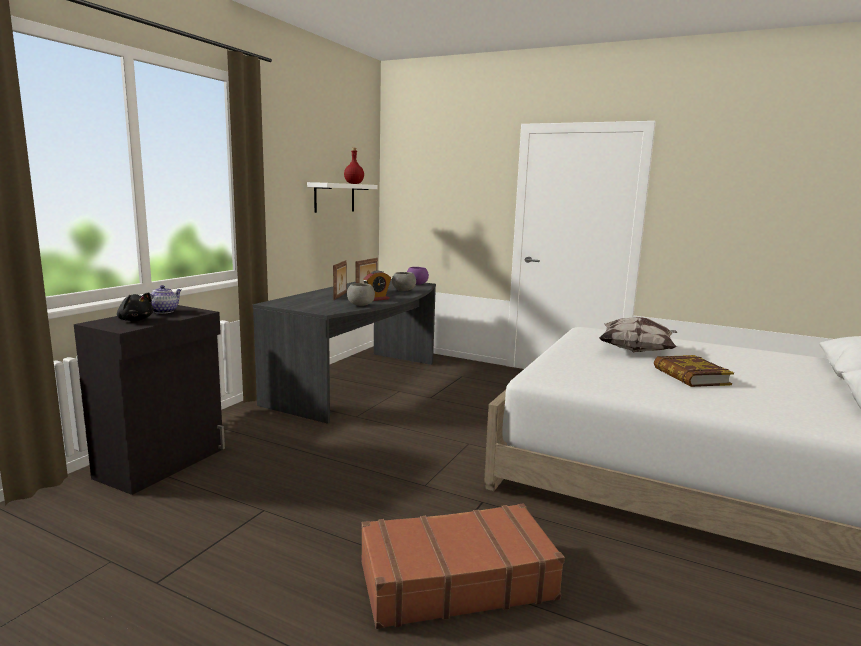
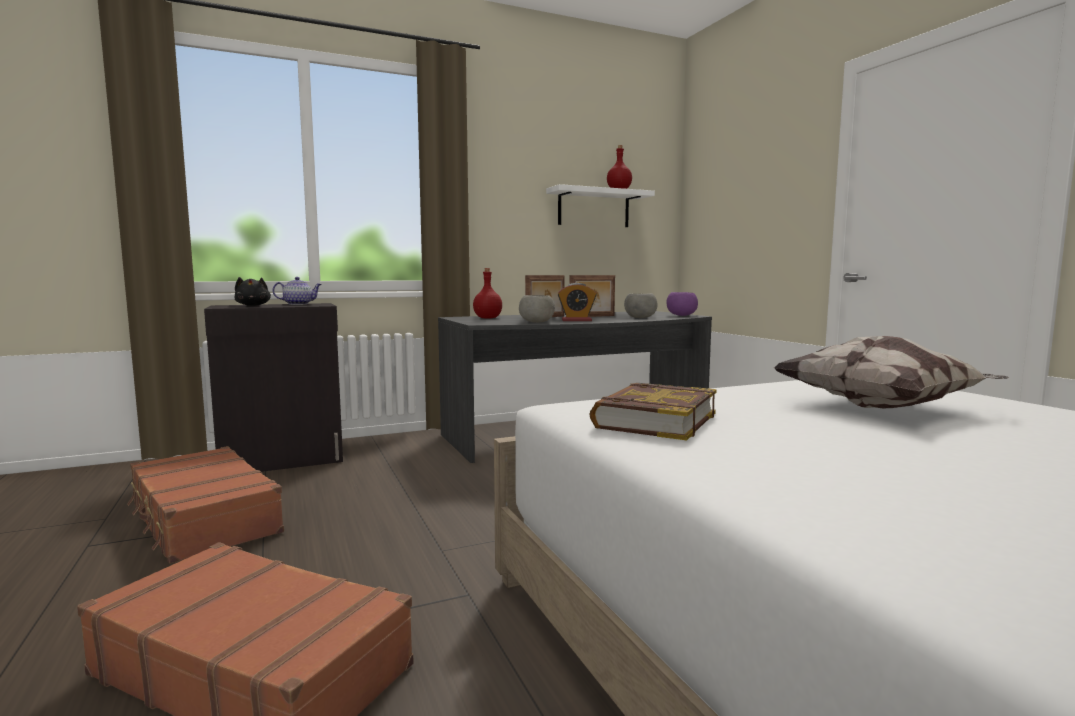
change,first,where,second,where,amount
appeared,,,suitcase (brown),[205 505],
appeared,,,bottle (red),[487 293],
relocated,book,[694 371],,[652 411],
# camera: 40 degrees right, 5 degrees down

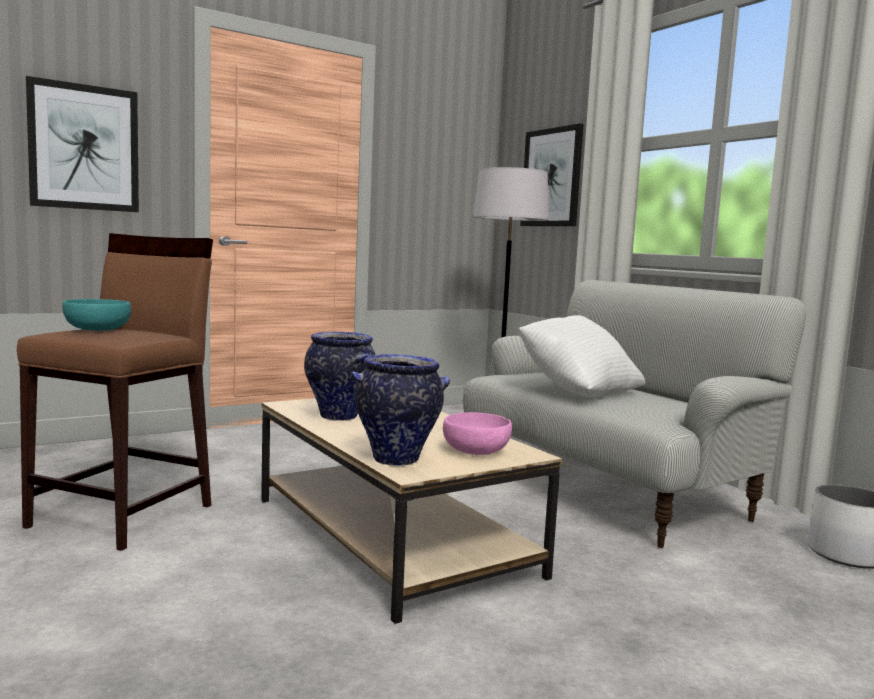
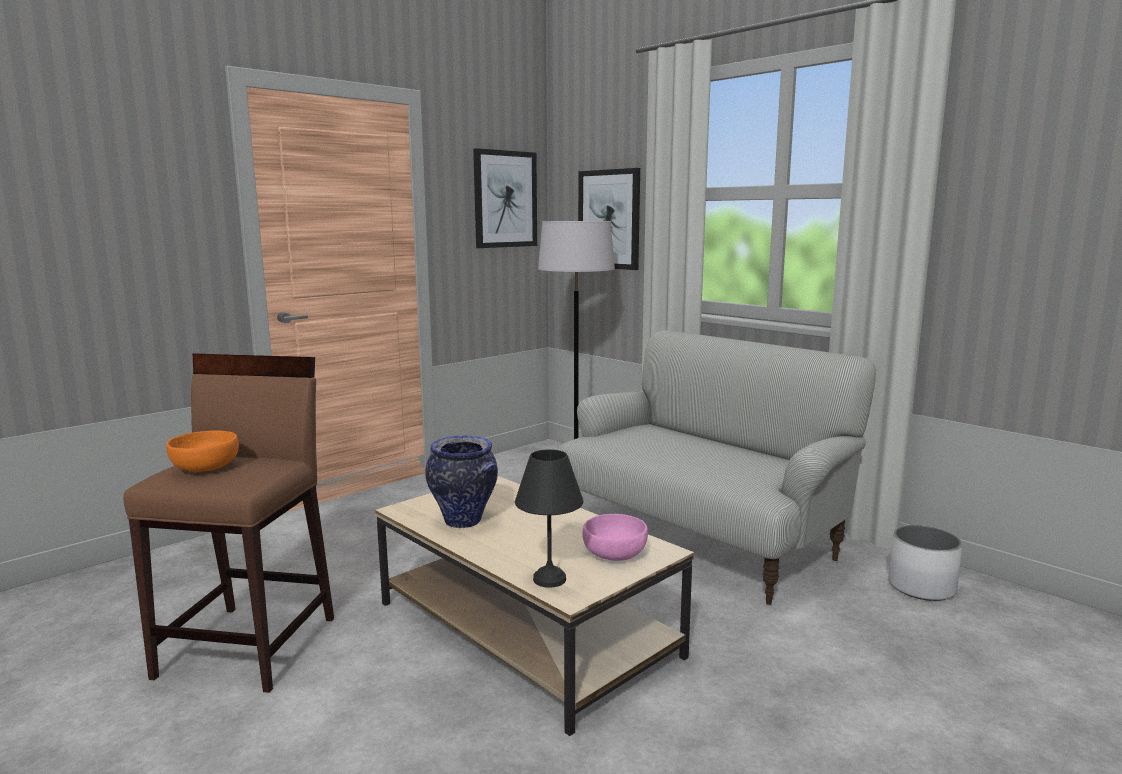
change,first,where,second,where,amount
colour,bowl (turquoise),[96 315],bowl (orange),[202 451],
relocated,picture,[82 144],,[505 198],
exchanged,vase,[400 410],table lamp (black),[549 518],
missing,pillow (white),[582 356],,,
# camera: 10 degrees left, 5 degrees up

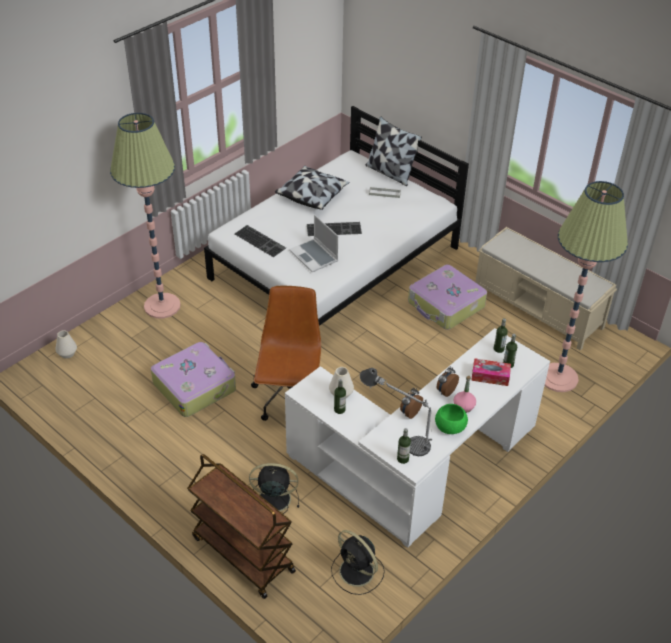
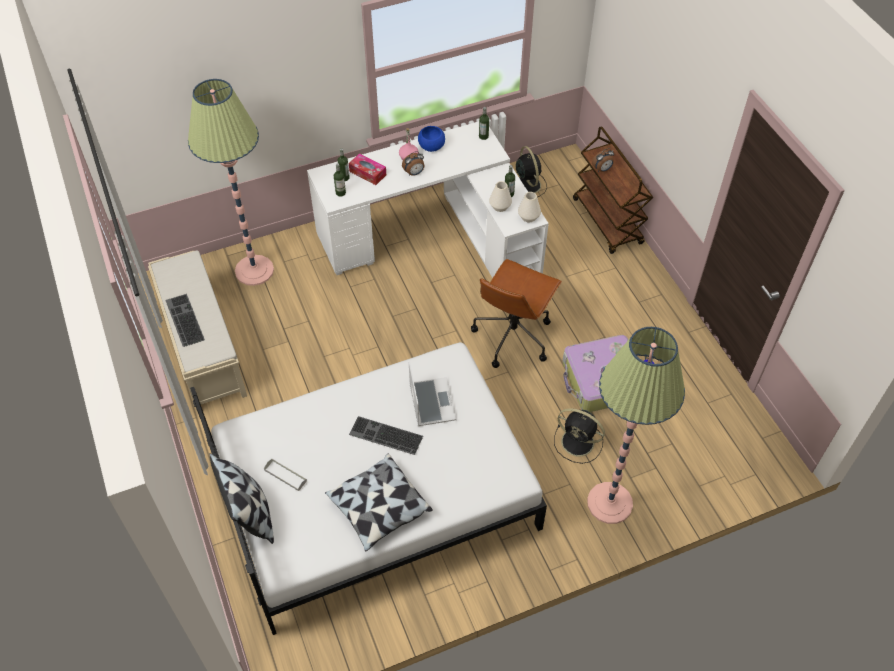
change,first,where,second,where,amount
relocated,keyboard,[260 241],,[185 320],
colour,bowl (green),[451 419],bowl (blue),[431 139],
relocated,vase (white),[66 344],,[529 207],
relocated,fan (black),[274 488],,[579 436],
relocated,alarm clock,[411 403],,[603 160],
missing,table lamp,[396 412],,,
missing,suitcase,[447 297],,,
# camera: 155 degrees left, 10 degrees up

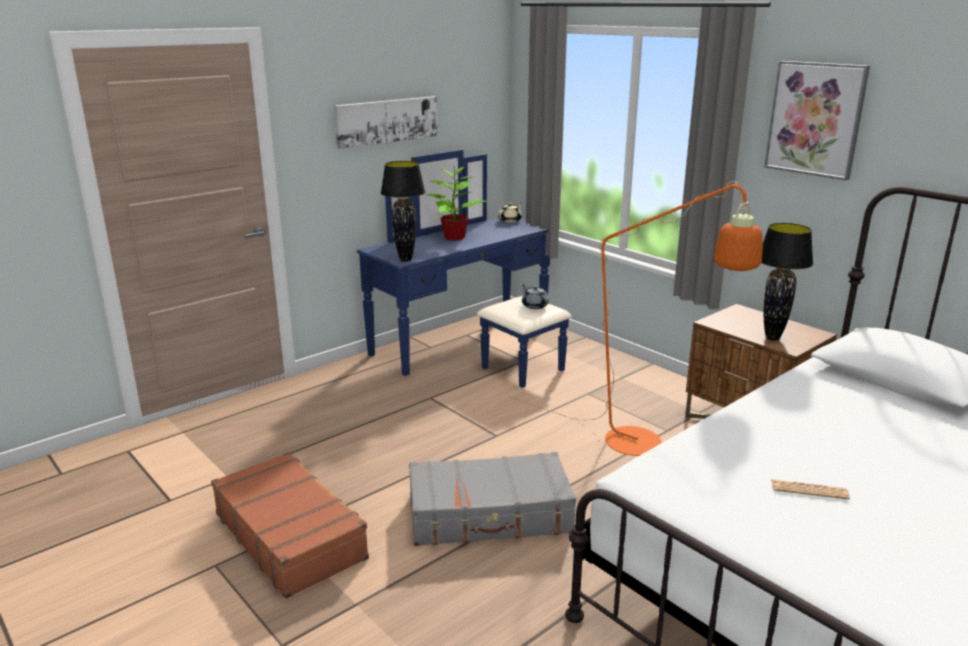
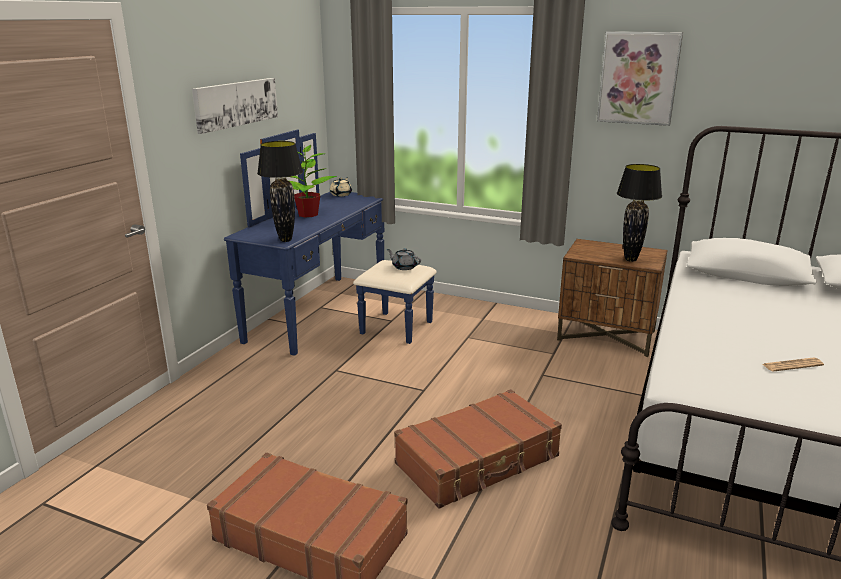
change,first,where,second,where,amount
colour,suitcase (grey),[492 499],suitcase (brown),[478 449],
missing,floor lamp (orange),[635 318],,,
# camera: 25 degrees left, 0 degrees up

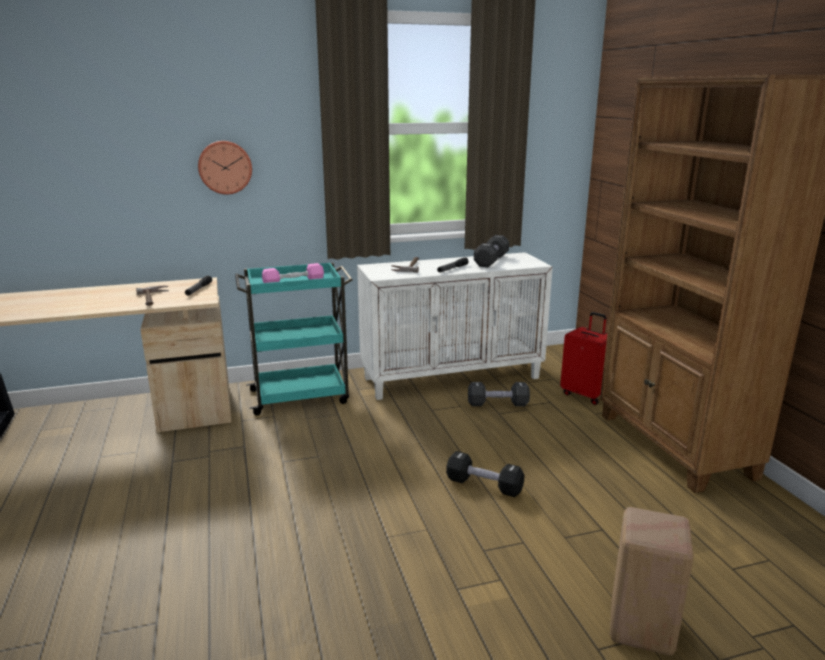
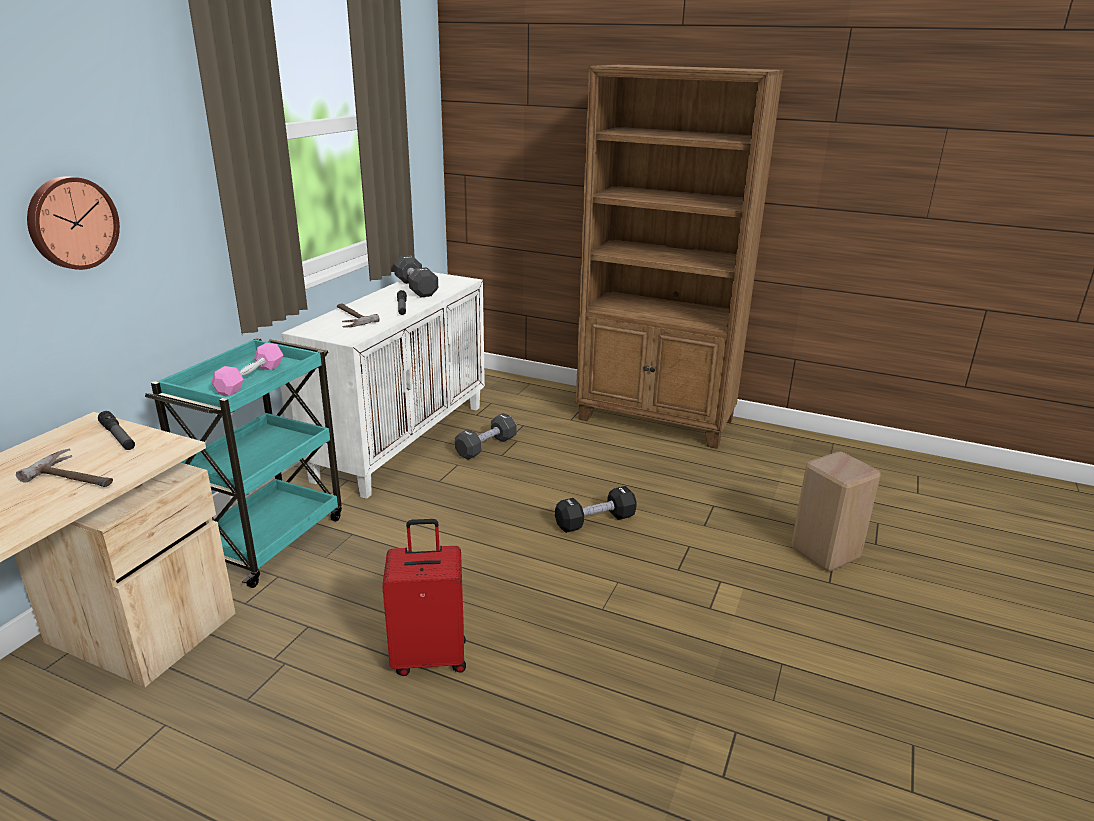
change,first,where,second,where,amount
relocated,suitcase (red),[583 358],,[424 597],
# camera: 50 degrees left, 5 degrees up

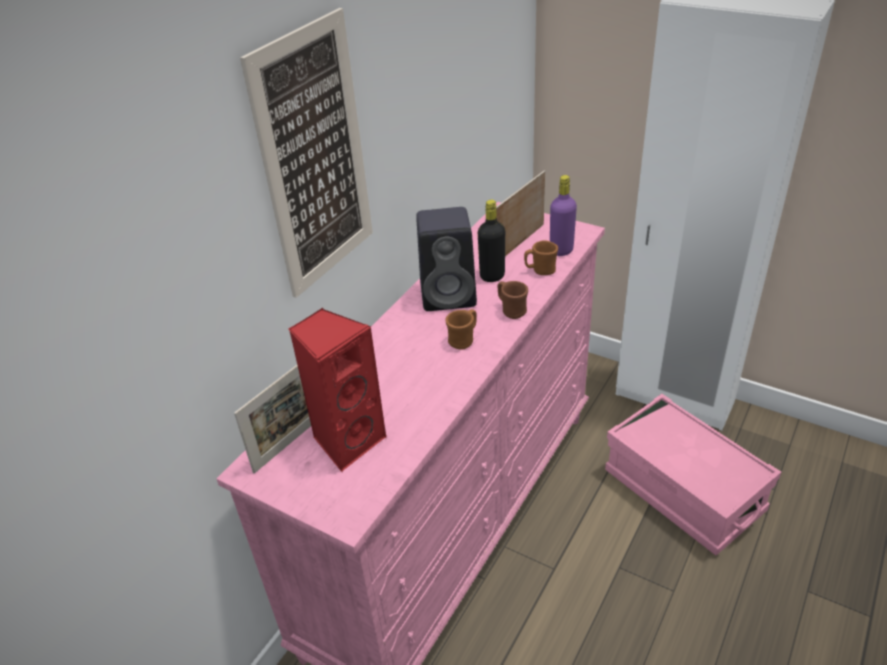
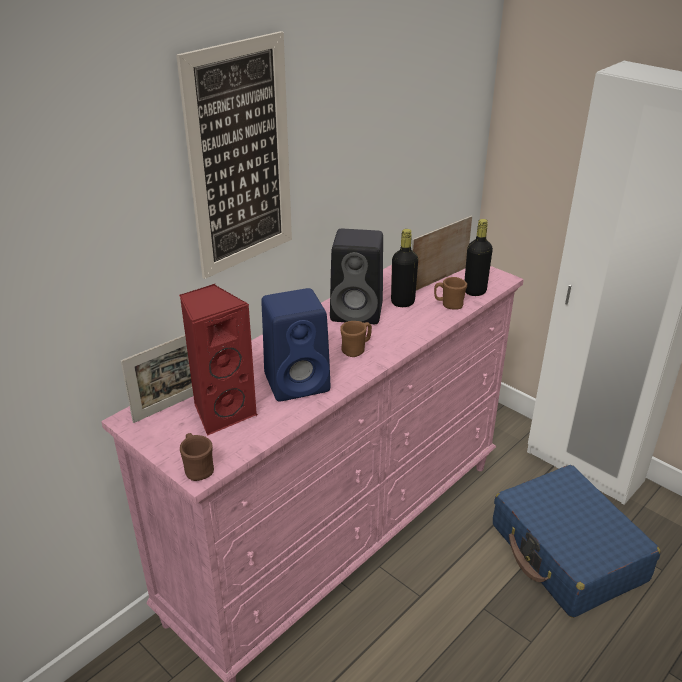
change,first,where,second,where,amount
relocated,mug (brown),[513 300],,[197 457],
appeared,,,speaker (blue),[296 345],
colour,bottle (purple),[563 215],bottle (black),[479 257],
exchanged,storage box (pink),[693 474],suitcase (blue),[577 541],
# camera: 10 degrees right, 5 degrees down

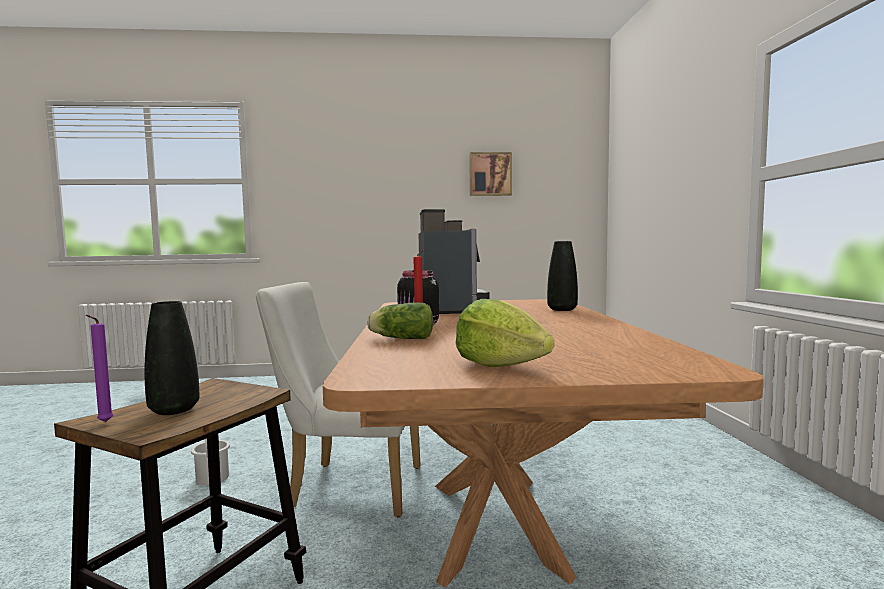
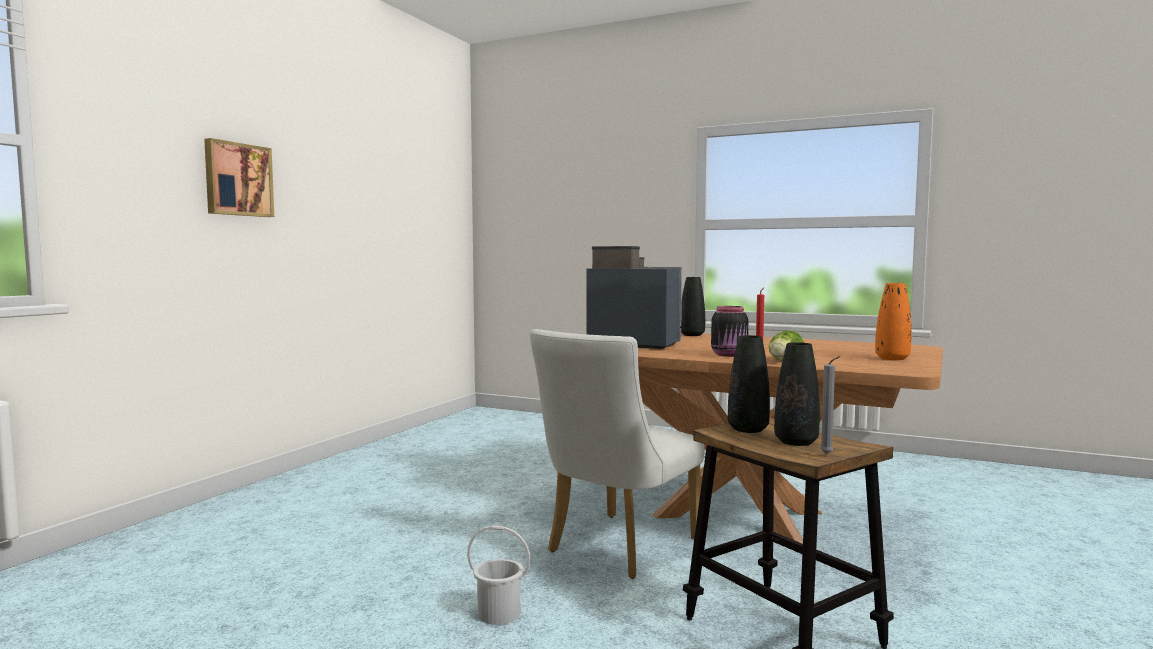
change,first,where,second,where,amount
relocated,picture,[490 174],,[239 177],
appeared,,,vase (black),[749 384],
colour,candle (purple),[99 368],candle (grey),[830 405],
exchanged,lettuce,[505 333],vase (orange),[893 321],
# camera: 60 degrees left, 0 degrees up

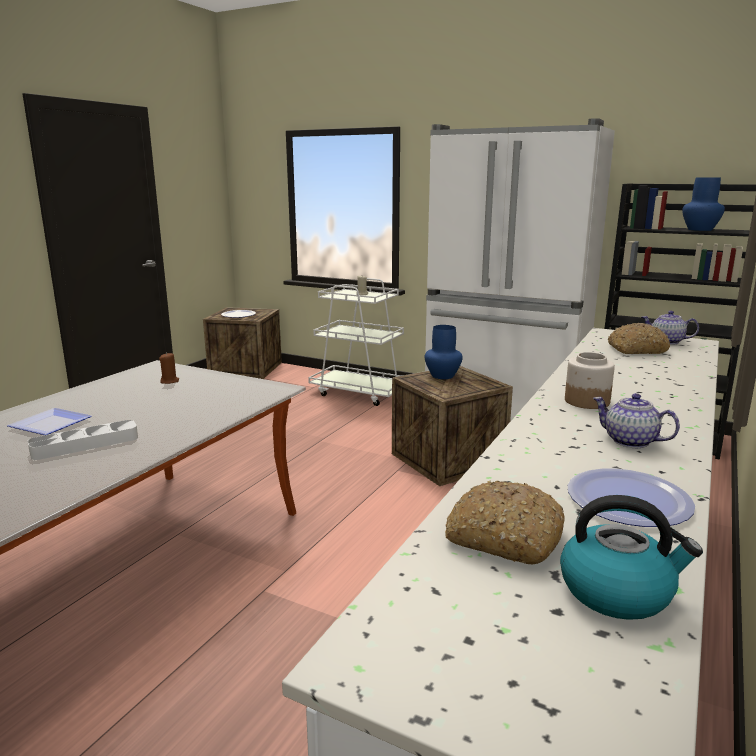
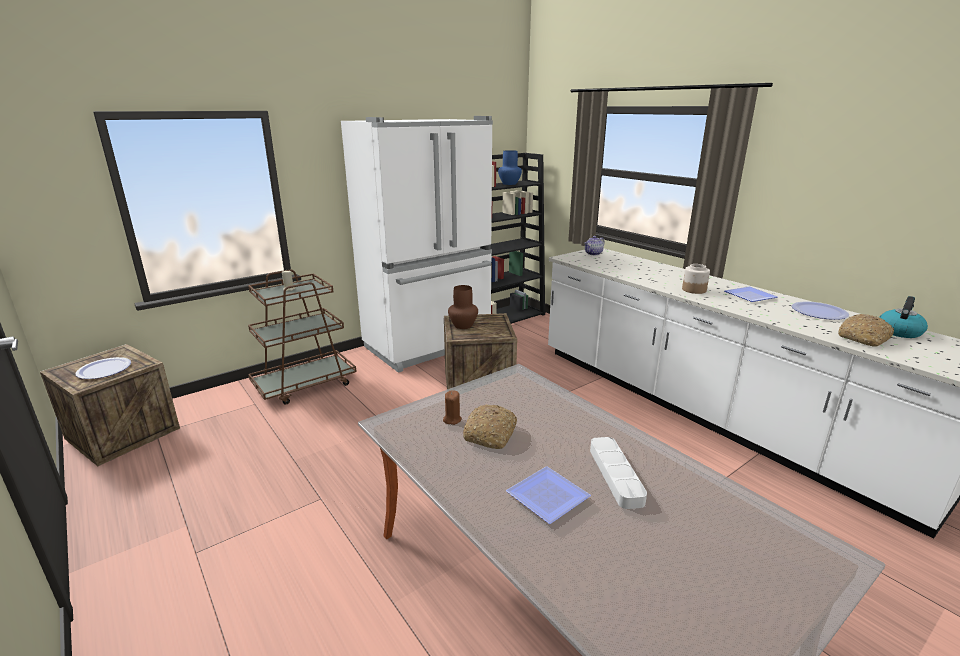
change,first,where,second,where,amount
colour,cart (white),[356 342],cart (brown),[302 337],
colour,vase (blue),[444 352],vase (brown),[463 307],
relocated,bread,[639 338],,[490 427],
exchanged,teapot,[636 420],plate,[751 294],
# camera: 65 degrees left, 5 degrees up

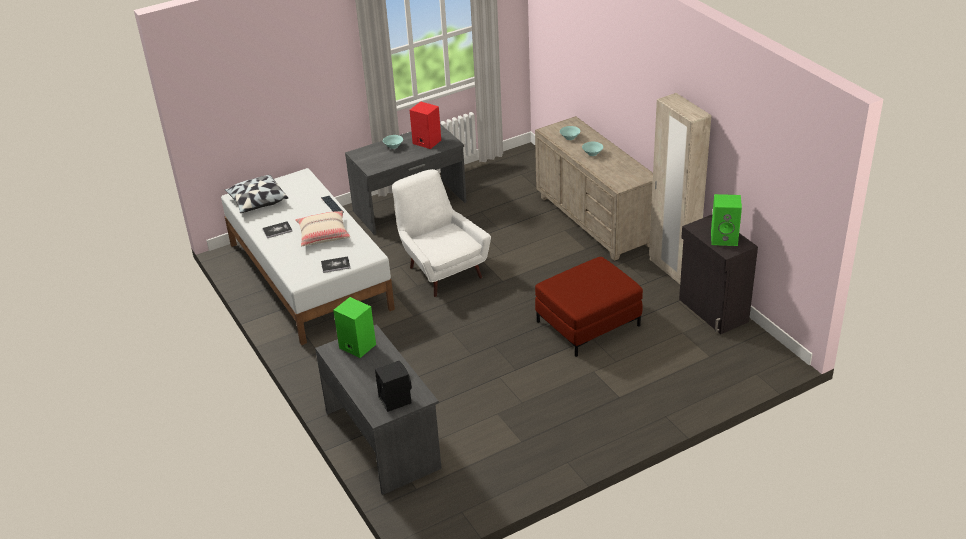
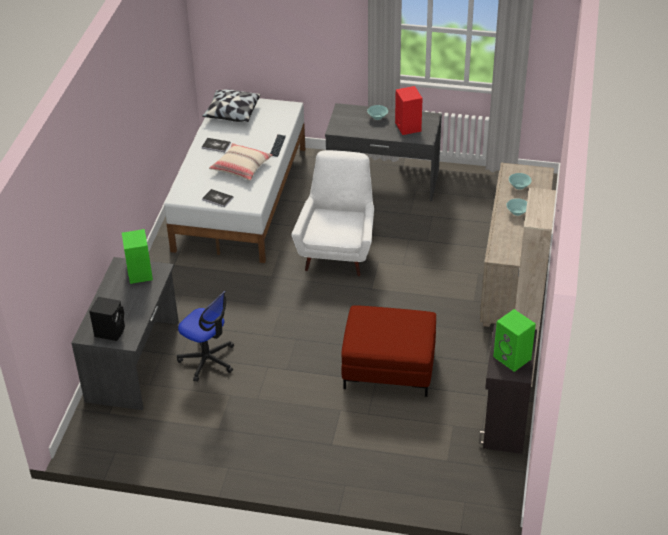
change,first,where,second,where,amount
appeared,,,office chair,[205 336],
# camera: 40 degrees right, 5 degrees up

